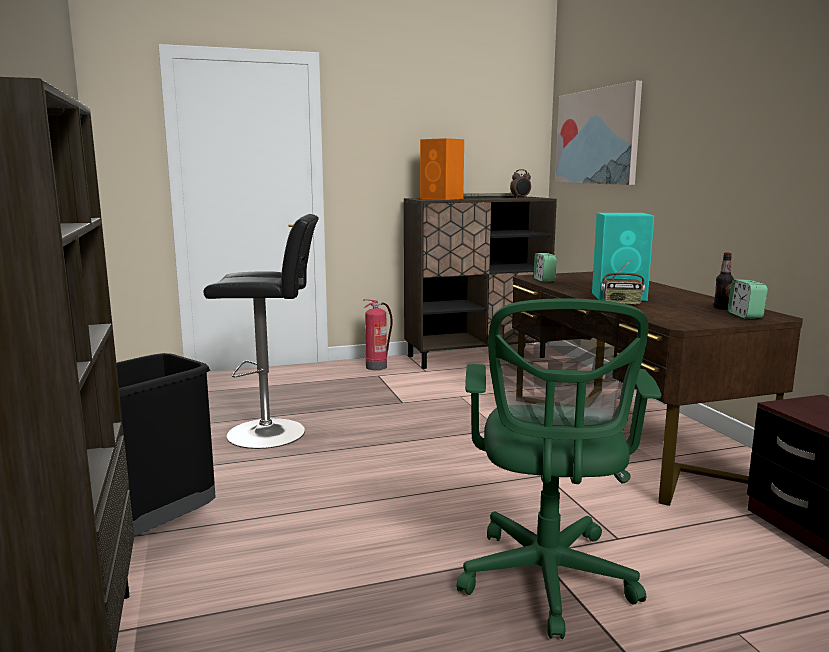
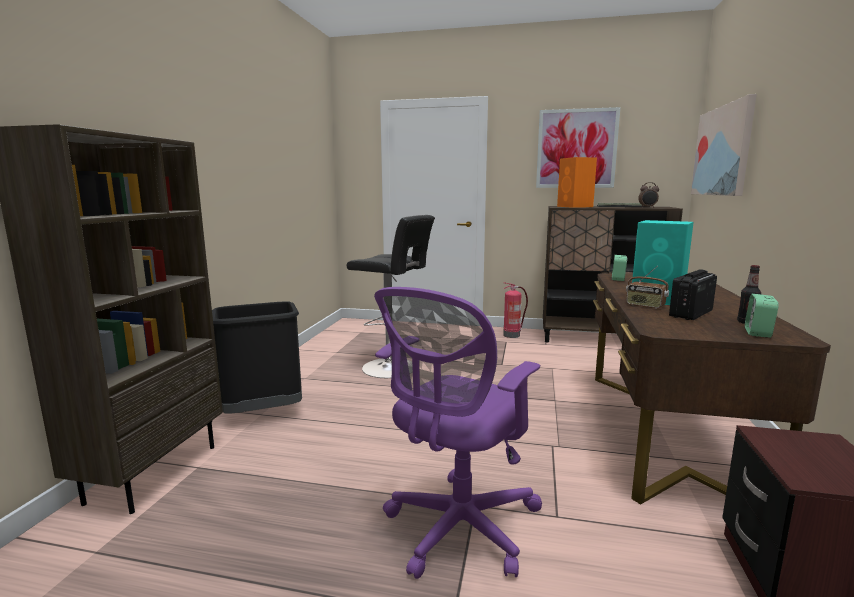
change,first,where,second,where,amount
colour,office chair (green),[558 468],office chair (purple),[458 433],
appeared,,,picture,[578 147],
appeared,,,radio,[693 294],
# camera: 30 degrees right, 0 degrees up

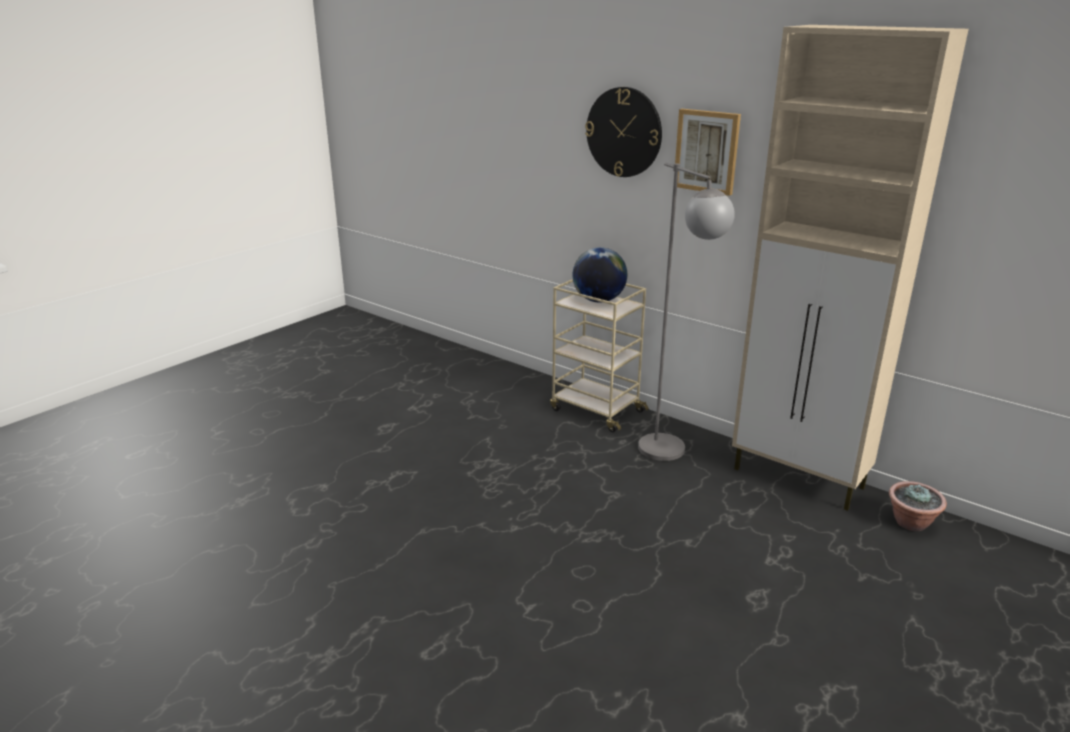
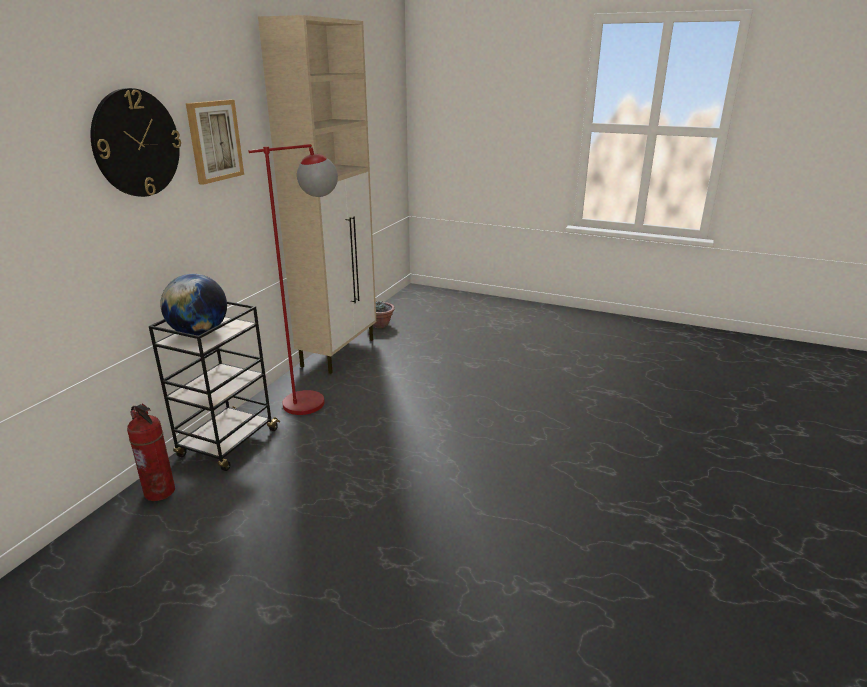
change,first,where,second,where,amount
appeared,,,fire extinguisher,[151 452],
colour,cart (beige),[599 355],cart (black),[214 386],
colour,floor lamp (grey),[686 312],floor lamp (red),[293 279],
# camera: 105 degrees left, 0 degrees up

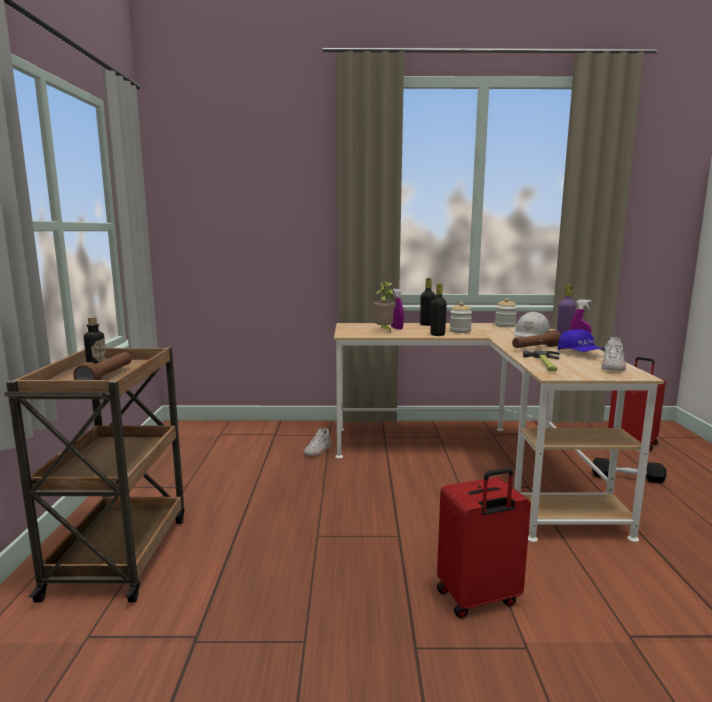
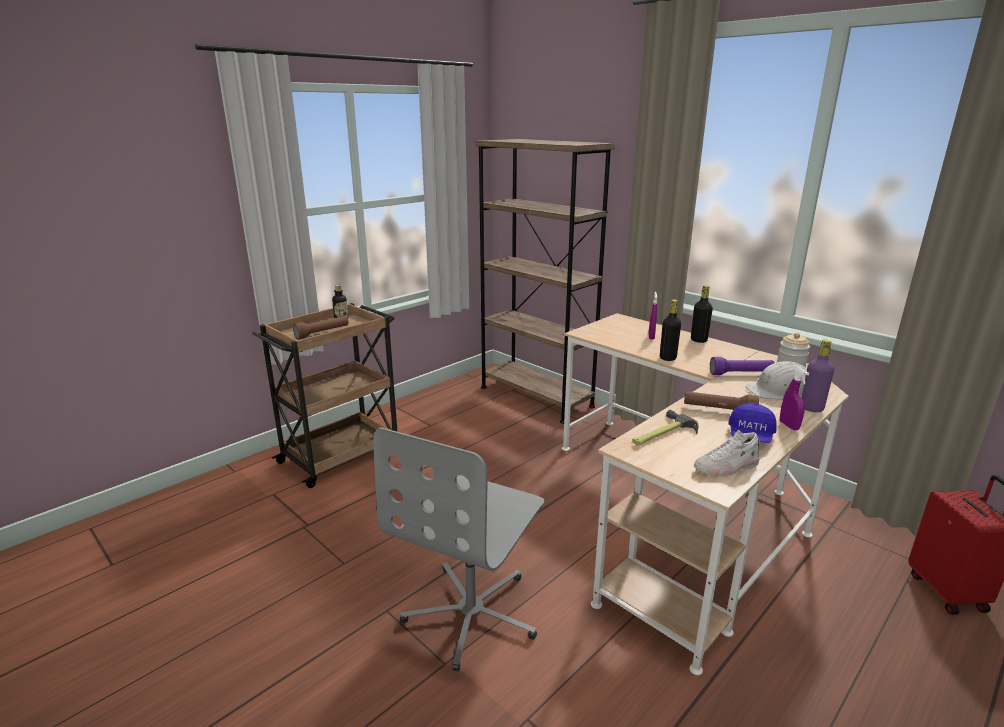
change,first,where,second,where,amount
exchanged,suitcase (red),[484 543],office chair (grey),[459 549],
appeared,,,bookcase (brown),[545 281],
appeared,,,flashlight (purple),[742 366],
missing,shoe (white),[317 442],,,
missing,potted plant,[384 307],,,
missing,jar,[460 317],,,
missing,dumbbell (black),[629 470],,,
# camera: 45 degrees right, 10 degrees up

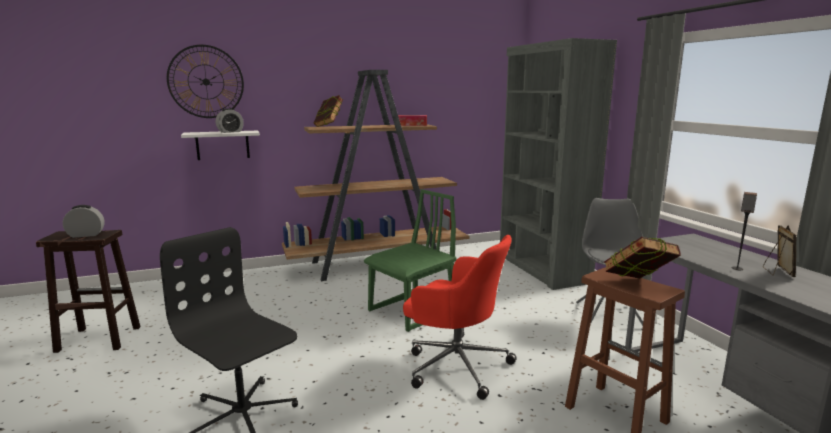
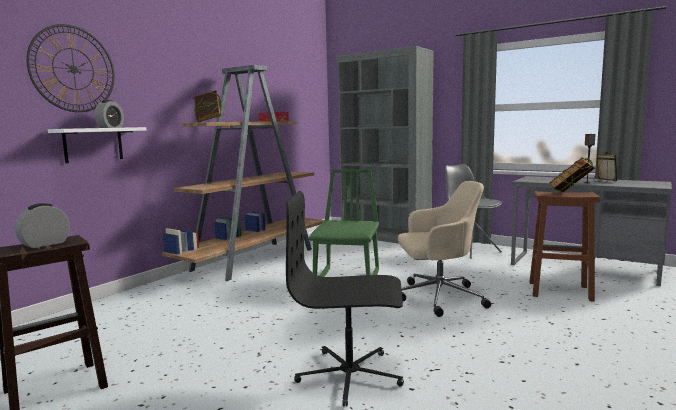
change,first,where,second,where,amount
colour,office chair (red),[460 317],office chair (beige),[444 249],
# camera: 35 degrees left, 5 degrees down

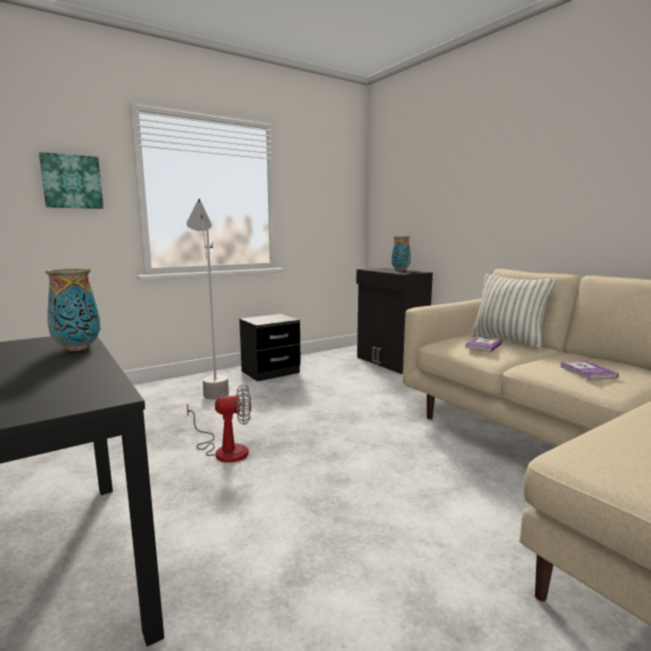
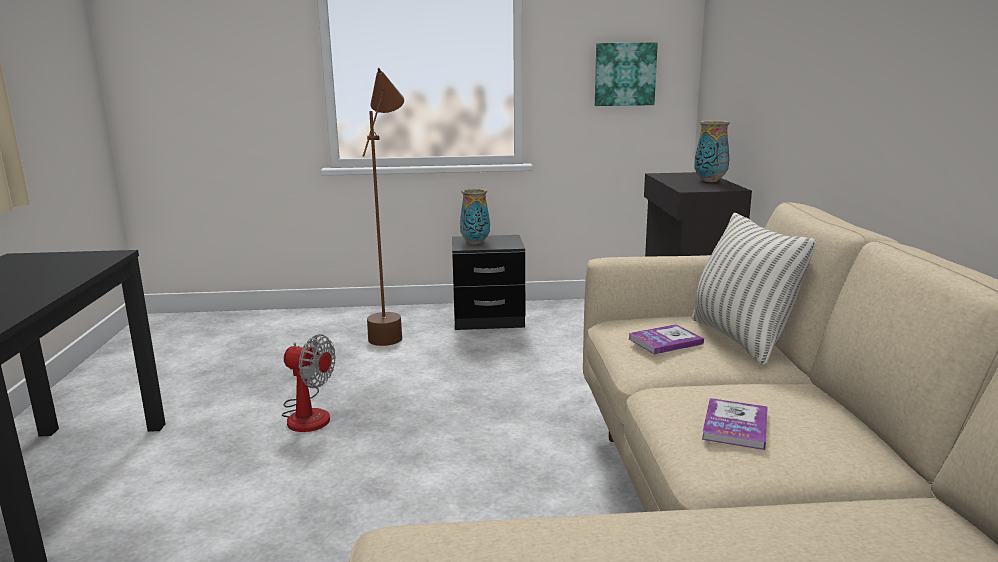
change,first,where,second,where,amount
colour,floor lamp (grey),[207 298],floor lamp (brown),[383 207],
relocated,vase,[73 309],,[475 216],
relocated,picture,[71 180],,[626 74],
# camera: 30 degrees right, 5 degrees up

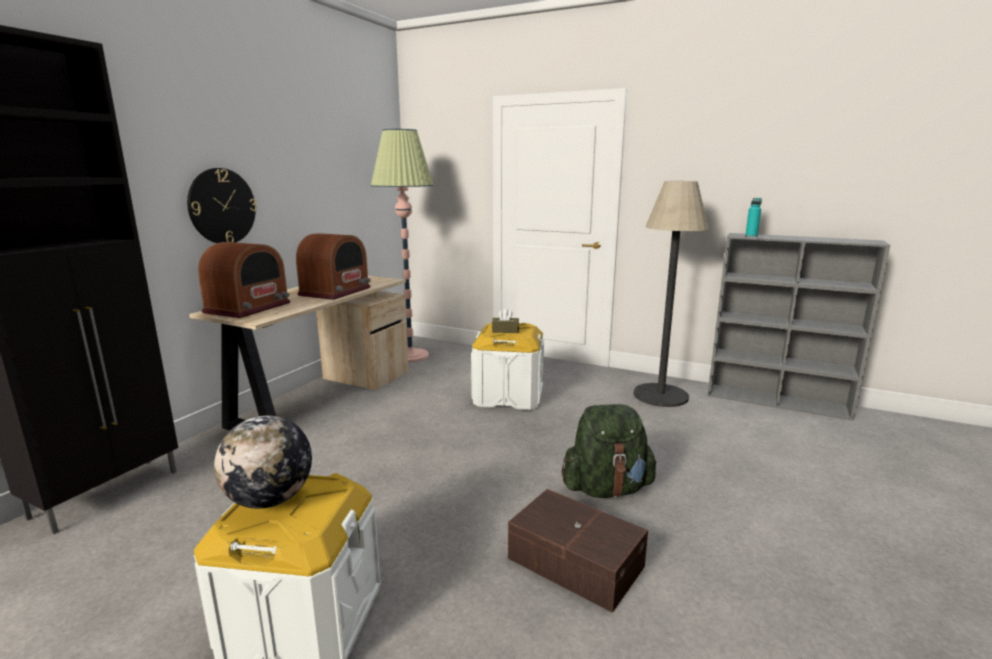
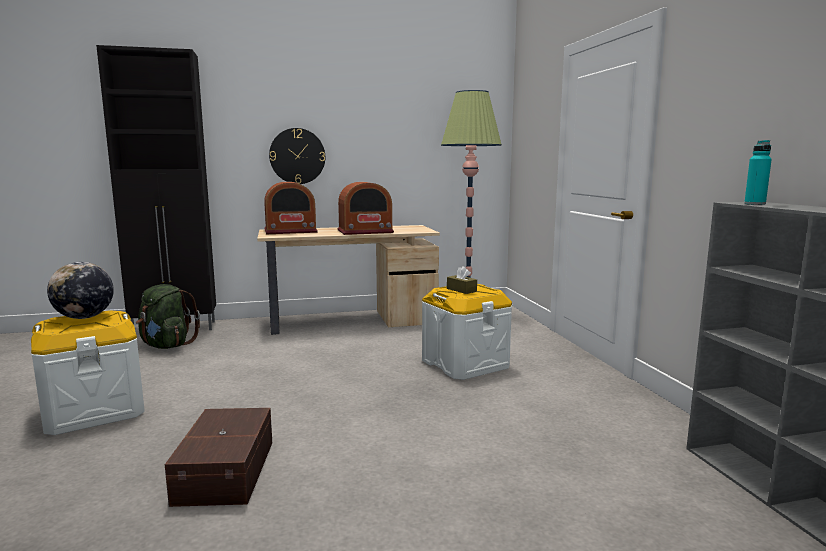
change,first,where,second,where,amount
relocated,backpack (green),[609 451],,[168 316],
missing,floor lamp,[671 294],,,
# camera: 50 degrees right, 5 degrees down

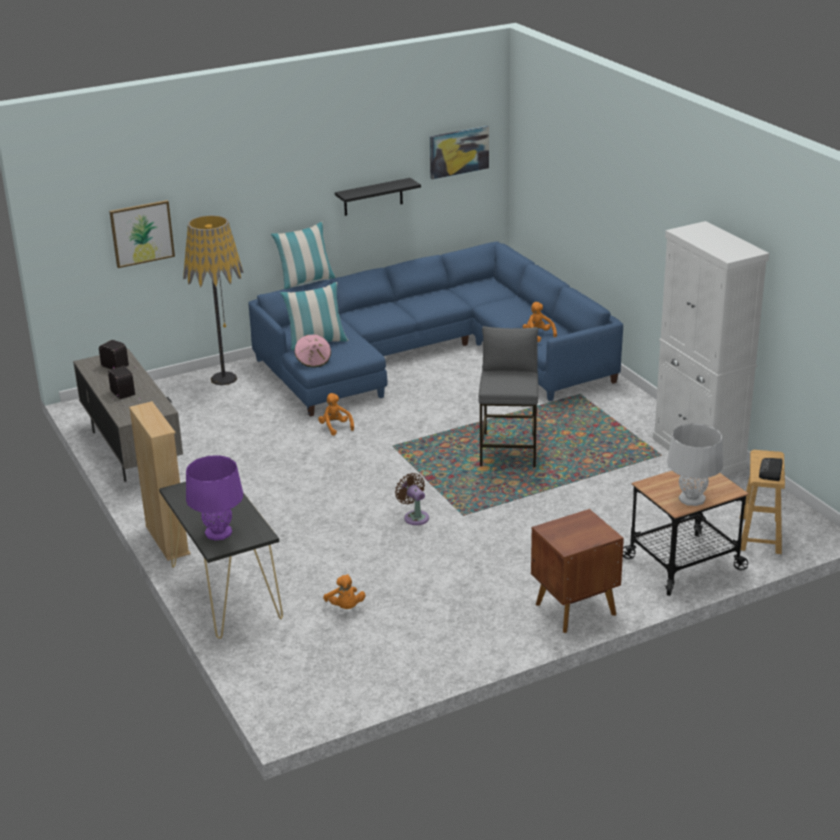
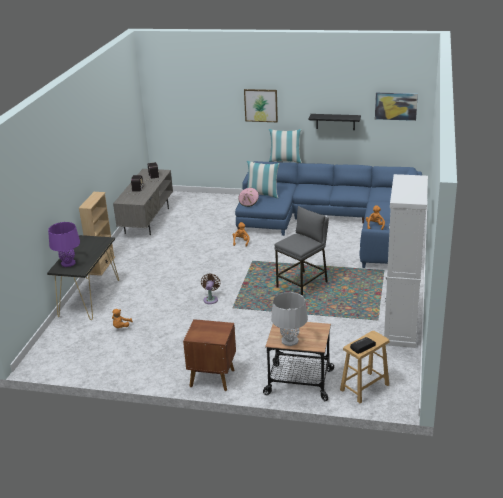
change,first,where,second,where,amount
relocated,picture,[142 234],,[261 105],
missing,floor lamp,[213 300],,,
# camera: 40 degrees right, 0 degrees up

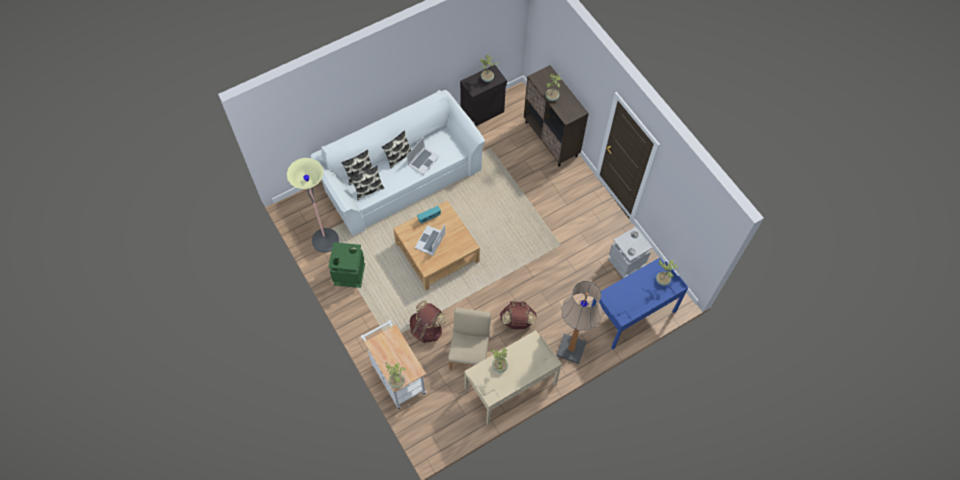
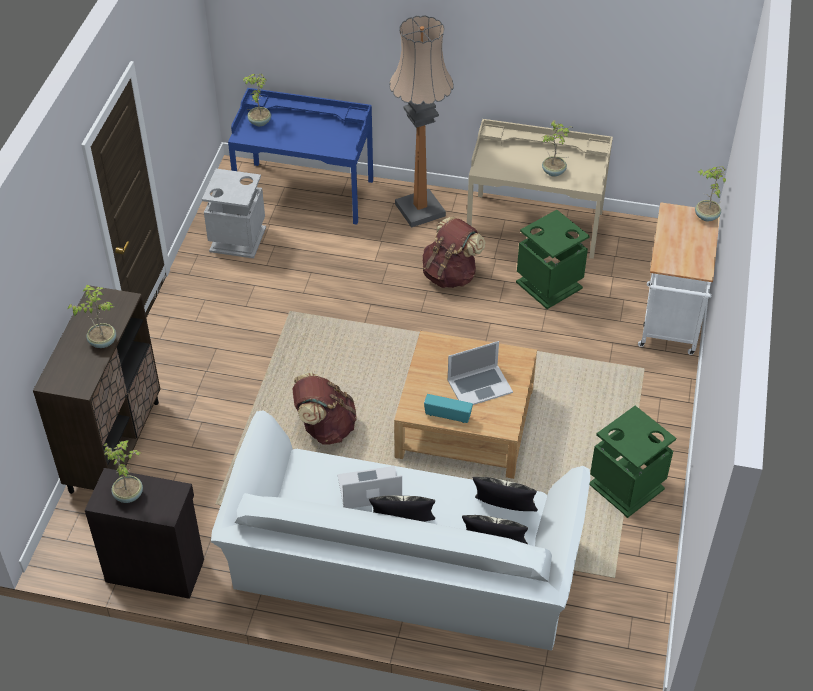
change,first,where,second,where,amount
relocated,backpack (brown),[427 322],,[324 408],
exchanged,chair (beige),[469 338],trash can (green),[552 259],
missing,floor lamp,[313 205],,,
# camera: 135 degrees left, 15 degrees down

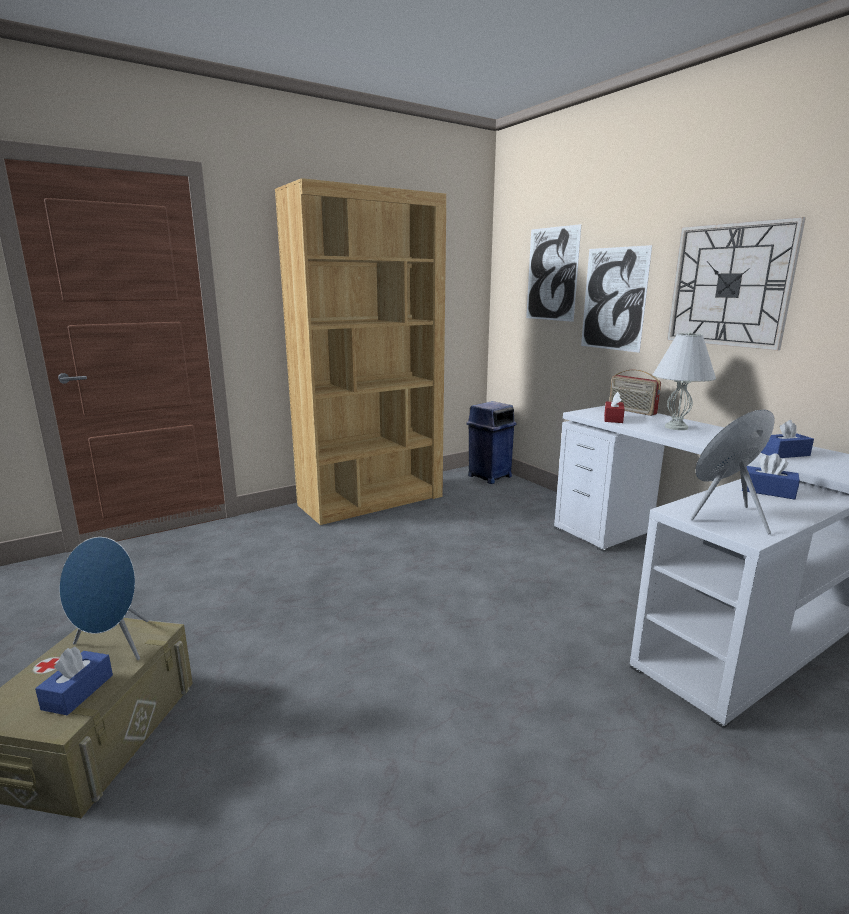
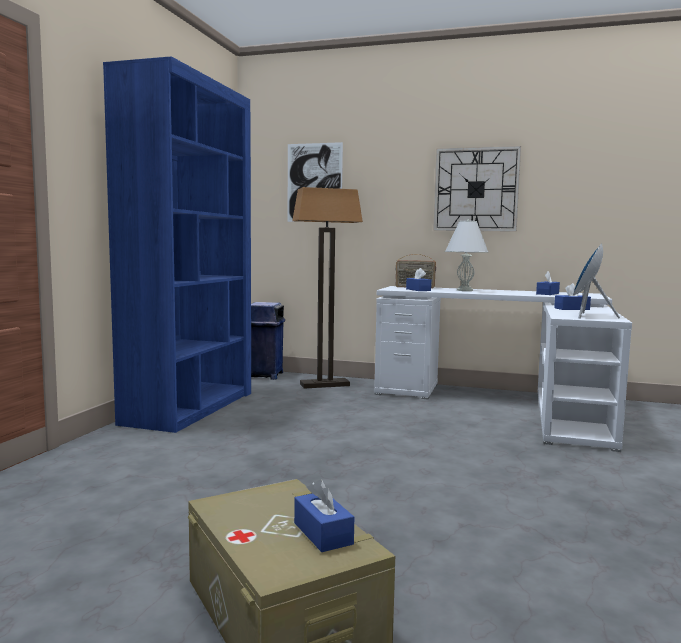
change,first,where,second,where,amount
colour,bookcase (brown),[360 351],bookcase (blue),[177 244],
appeared,,,floor lamp,[327 288],
colour,tissue box (red),[614 407],tissue box (blue),[418 279],
missing,speaker (blue),[103 598],,,
missing,picture,[616 299],,,
# camera: 40 degrees left, 10 degrees down

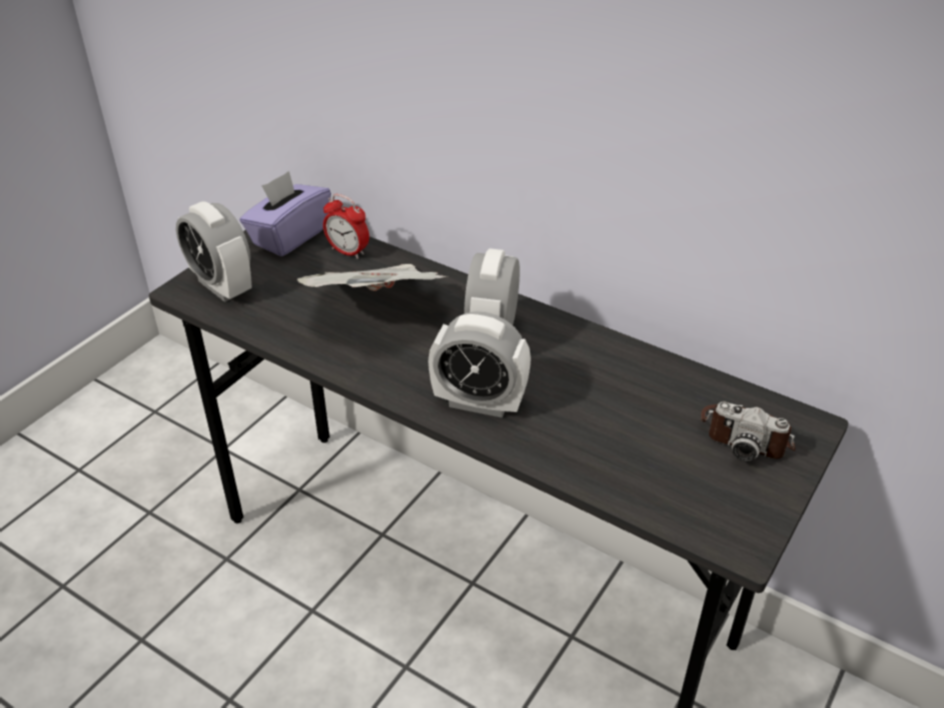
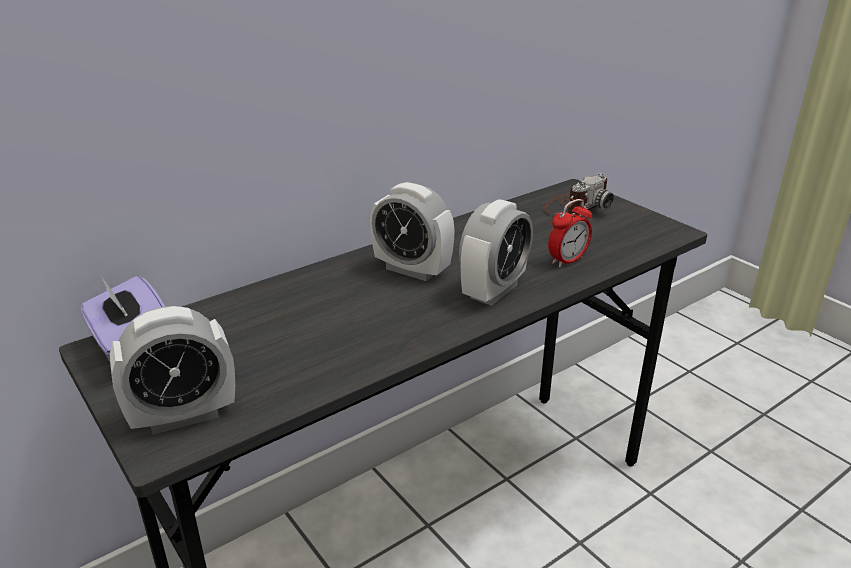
change,first,where,second,where,amount
relocated,alarm clock,[346 226],,[570 233],
missing,newspaper,[372 277],,,
# camera: 70 degrees left, 10 degrees down

